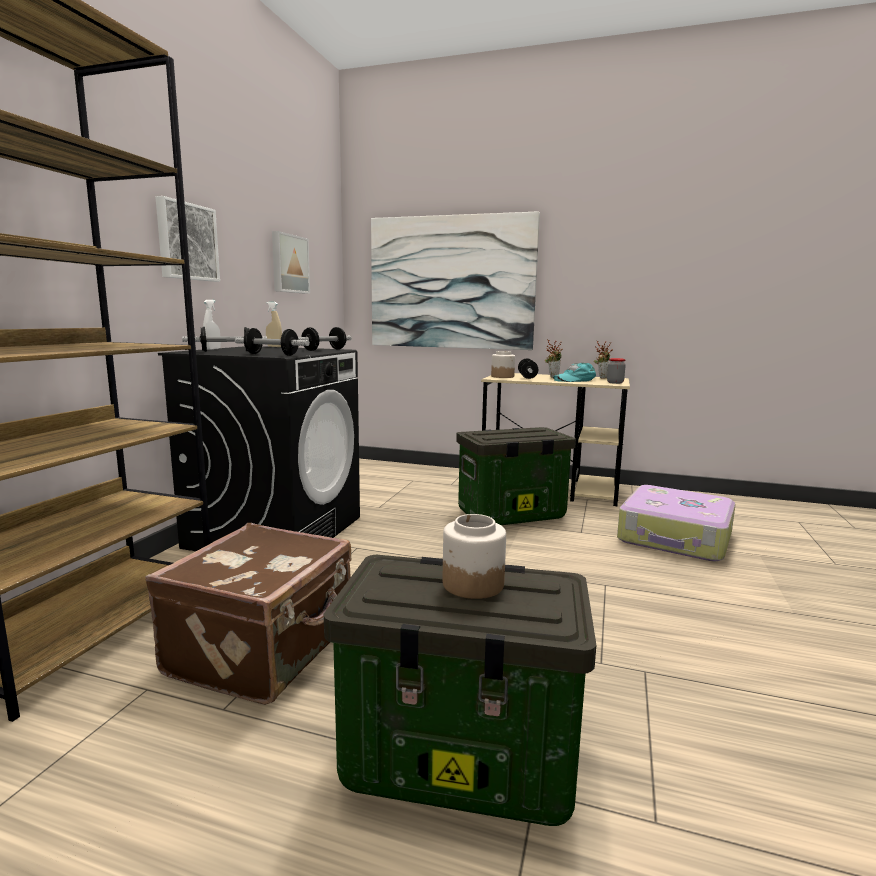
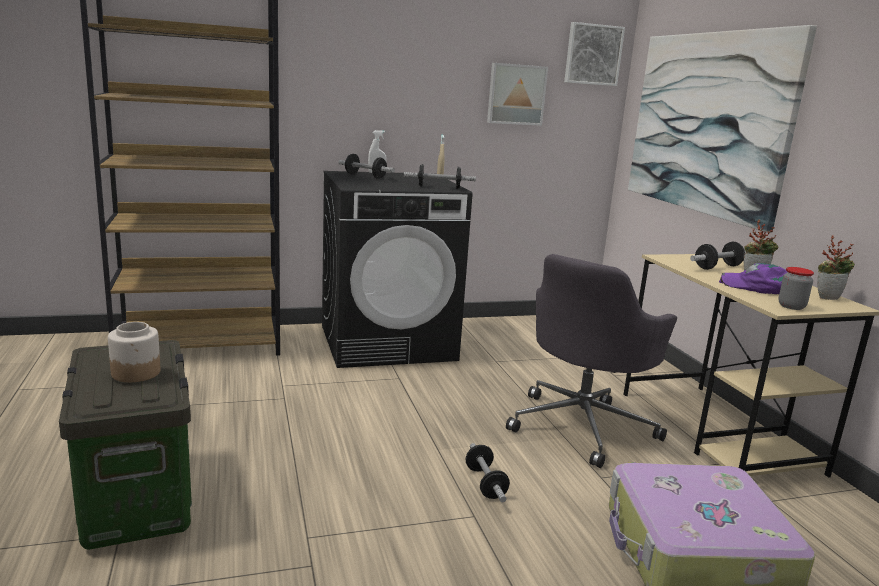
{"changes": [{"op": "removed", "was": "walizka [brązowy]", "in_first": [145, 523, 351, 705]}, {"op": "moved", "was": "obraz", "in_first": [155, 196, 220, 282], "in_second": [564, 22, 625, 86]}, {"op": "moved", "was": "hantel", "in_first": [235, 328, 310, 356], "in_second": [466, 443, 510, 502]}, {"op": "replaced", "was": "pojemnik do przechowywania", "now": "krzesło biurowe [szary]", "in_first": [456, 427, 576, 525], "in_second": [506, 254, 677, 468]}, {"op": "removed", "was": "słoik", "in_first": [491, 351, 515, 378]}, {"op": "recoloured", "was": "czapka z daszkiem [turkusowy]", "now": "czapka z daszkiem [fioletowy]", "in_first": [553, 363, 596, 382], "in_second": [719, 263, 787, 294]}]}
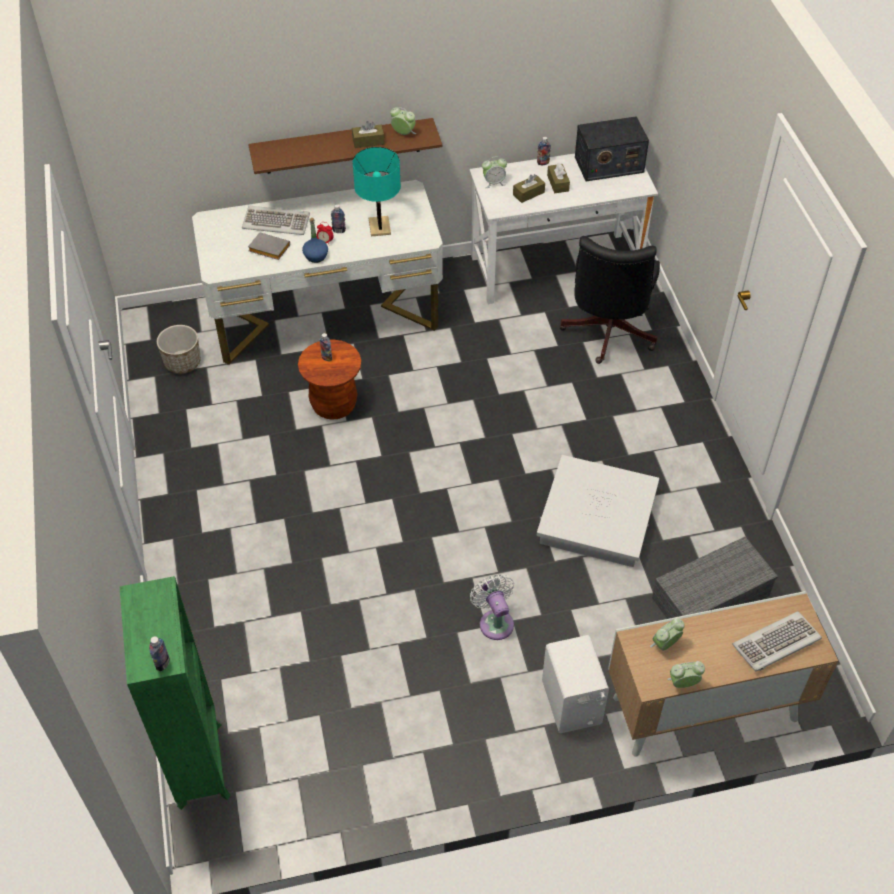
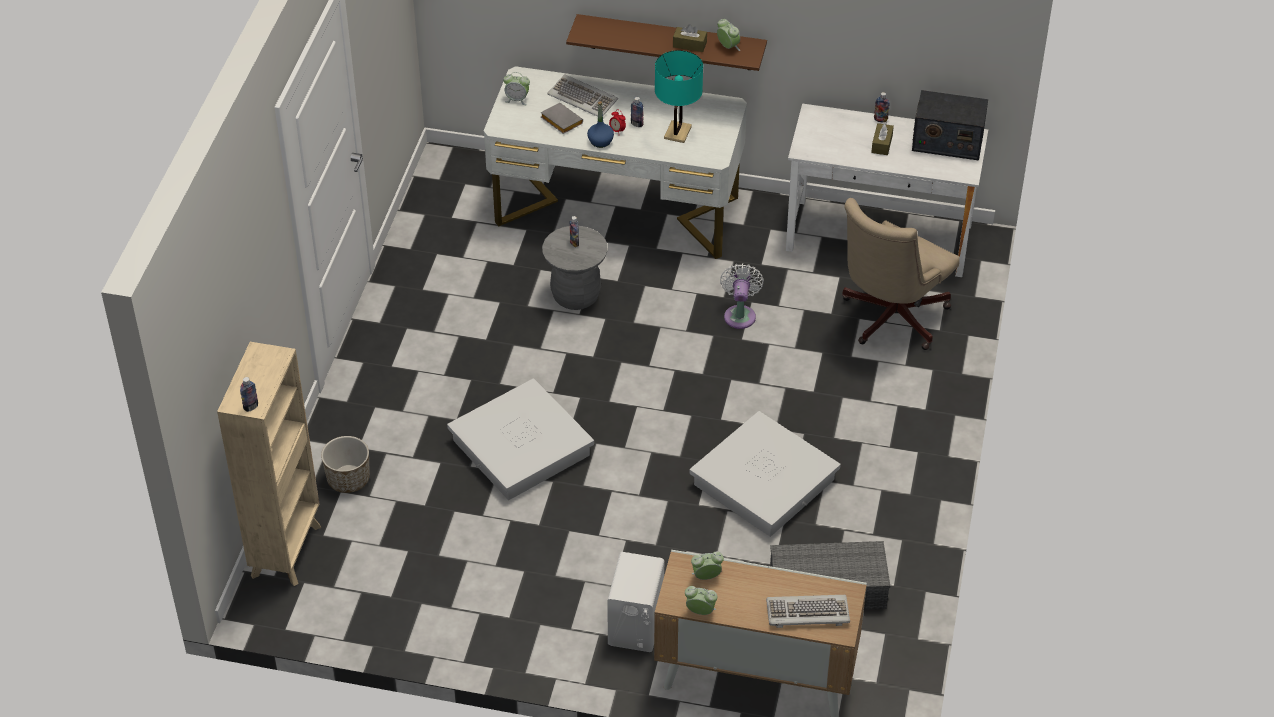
{"changes": [{"op": "recoloured", "was": "regał [zielony]", "now": "regał [beżowy]", "in_first": [120, 576, 231, 810], "in_second": [217, 342, 321, 586]}, {"op": "moved", "was": "donica", "in_first": [157, 325, 201, 374], "in_second": [321, 436, 370, 493]}, {"op": "recoloured", "was": "stołek [brązowy]", "now": "stołek [szary]", "in_first": [298, 339, 361, 420], "in_second": [542, 226, 608, 310]}, {"op": "moved", "was": "wentylator [biały]", "in_first": [470, 574, 514, 640], "in_second": [720, 263, 764, 329]}, {"op": "moved", "was": "budzik", "in_first": [482, 156, 507, 188], "in_second": [503, 72, 530, 105]}, {"op": "removed", "was": "pudełko chusteczek [brązowy]", "in_first": [513, 174, 545, 203]}, {"op": "recoloured", "was": "krzesło biurowe [czarny]", "now": "krzesło biurowe [beżowy]", "in_first": [559, 236, 660, 364], "in_second": [843, 198, 960, 350]}, {"op": "added", "now": "pojemnik do przechowywania [biały]", "in_second": [447, 378, 594, 500]}]}
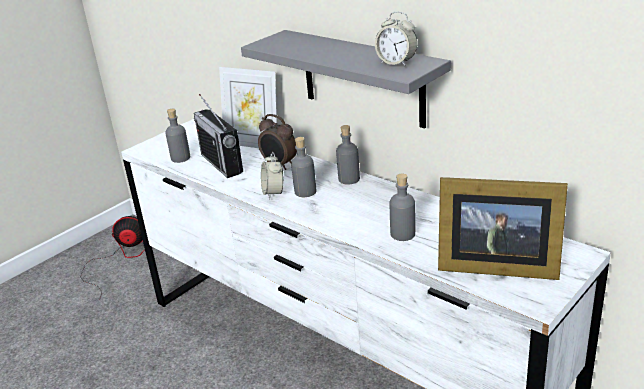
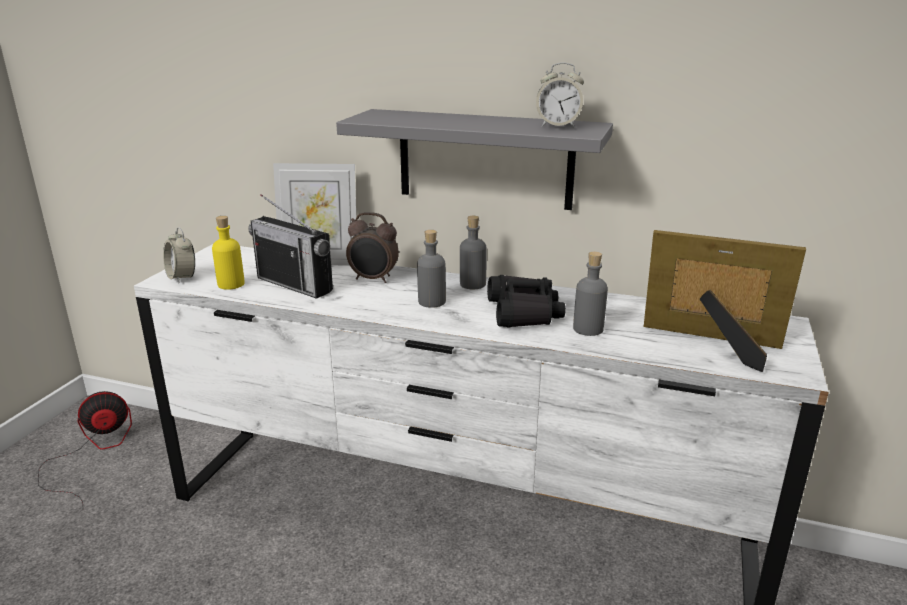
{"changes": [{"op": "recoloured", "was": "butelka [szary]", "now": "butelka [żółty]", "in_first": [165, 109, 190, 163], "in_second": [212, 216, 245, 290]}, {"op": "moved", "was": "budzik", "in_first": [261, 152, 284, 199], "in_second": [163, 227, 195, 283]}, {"op": "turned", "was": "ramka na zdjęcie", "in_first": [438, 177, 568, 280], "in_second": [644, 230, 806, 372], "clockwise": -150}, {"op": "added", "now": "lornetka [czarny]", "in_second": [487, 275, 566, 328]}]}
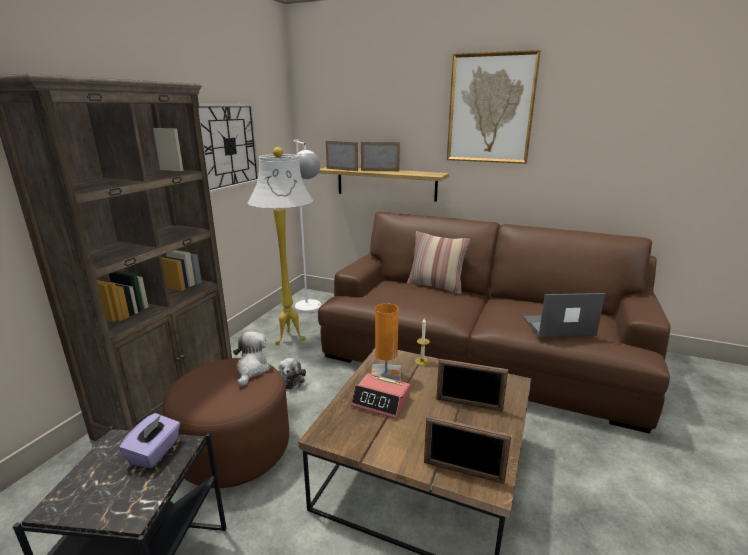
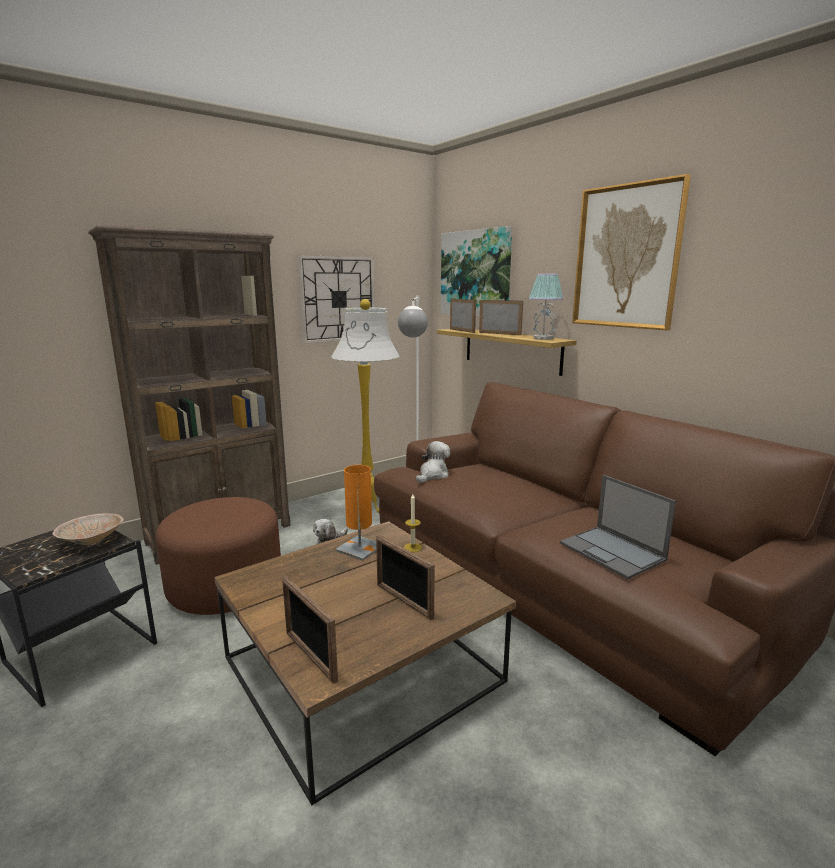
{"changes": [{"op": "replaced", "was": "pudełko chusteczek [fioletowy]", "now": "miska [beżowy]", "in_first": [119, 413, 180, 468], "in_second": [52, 513, 124, 545]}, {"op": "moved", "was": "pluszak", "in_first": [233, 331, 270, 387], "in_second": [416, 441, 450, 483]}, {"op": "removed", "was": "budzik", "in_first": [351, 373, 410, 419]}, {"op": "removed", "was": "poduszka", "in_first": [407, 231, 470, 295]}, {"op": "turned", "was": "laptop", "in_first": [523, 293, 605, 337], "in_second": [560, 475, 676, 579], "clockwise": -150}, {"op": "added", "now": "obraz", "in_second": [441, 226, 512, 317]}, {"op": "added", "now": "lampa stołowa", "in_second": [528, 274, 564, 340]}]}
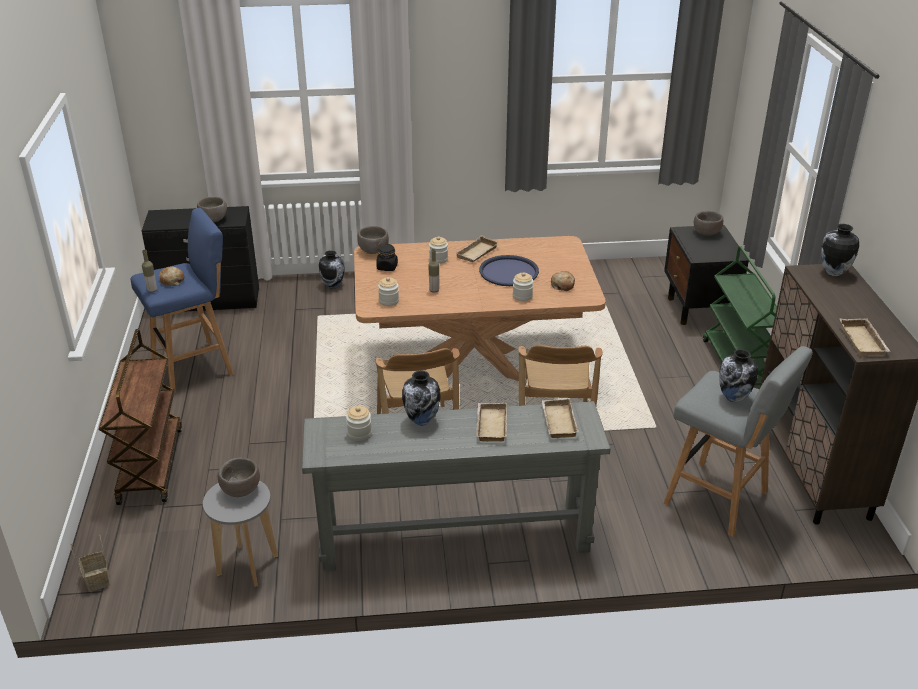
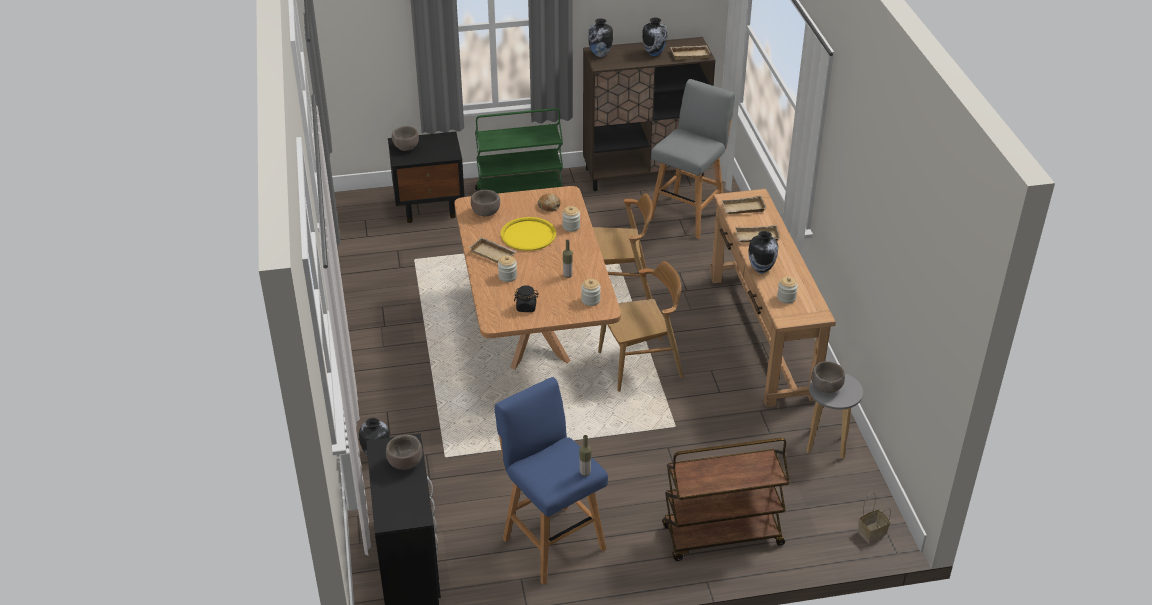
{"changes": [{"op": "removed", "was": "chleb", "in_first": [158, 267, 184, 286]}, {"op": "recoloured", "was": "stolik konsolowy [szary]", "now": "stolik konsolowy [brązowy]", "in_first": [302, 401, 611, 571], "in_second": [710, 189, 836, 407]}, {"op": "moved", "was": "miska [brązowy]", "in_first": [357, 226, 389, 254], "in_second": [471, 190, 500, 217]}, {"op": "recoloured", "was": "taca [niebieski]", "now": "taca [żółty]", "in_first": [479, 255, 539, 286], "in_second": [501, 217, 556, 251]}, {"op": "moved", "was": "wazon", "in_first": [719, 349, 758, 402], "in_second": [642, 18, 668, 56]}]}
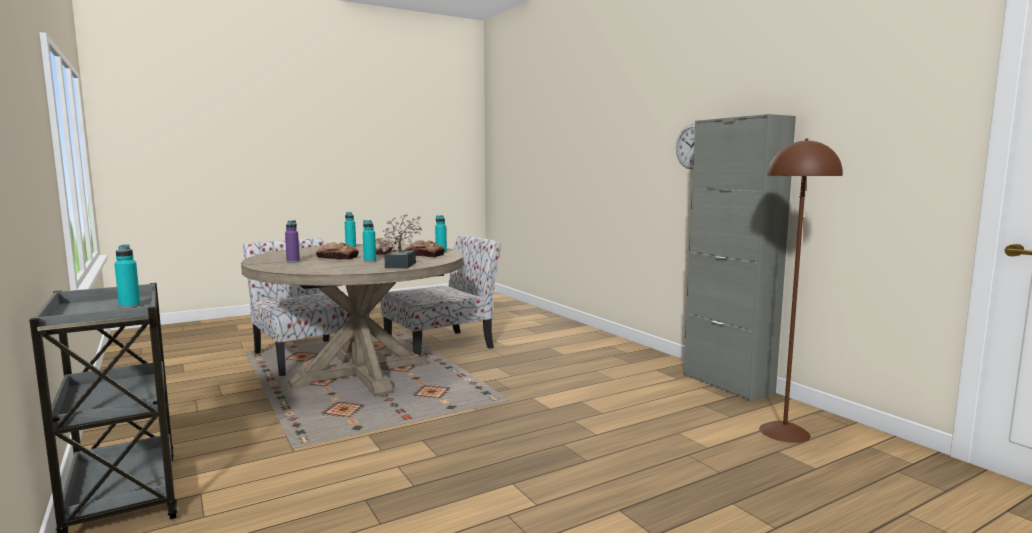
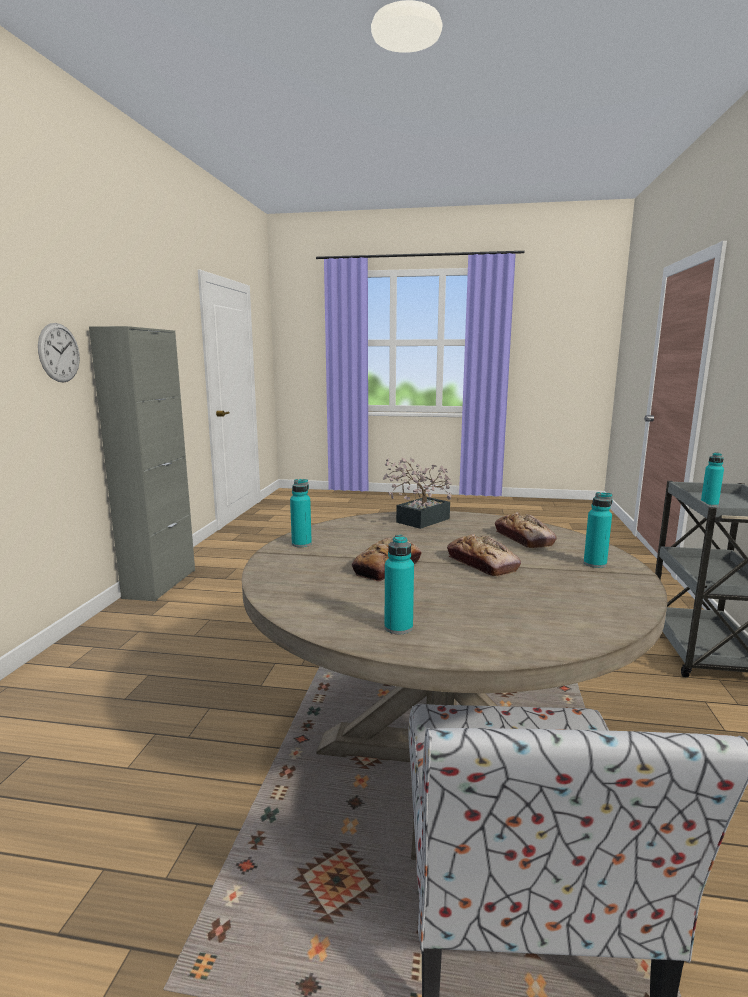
{"changes": [{"op": "removed", "was": "butelka [fioletowy]", "in_first": [285, 220, 300, 263]}, {"op": "moved", "was": "butelka [turkusowy]", "in_first": [363, 220, 376, 262], "in_second": [584, 492, 613, 568]}, {"op": "removed", "was": "krzesło", "in_first": [381, 235, 501, 356]}, {"op": "moved", "was": "chleb", "in_first": [405, 240, 445, 257], "in_second": [495, 512, 557, 548]}, {"op": "removed", "was": "lampa stojąca [brązowy]", "in_first": [759, 139, 843, 443]}]}
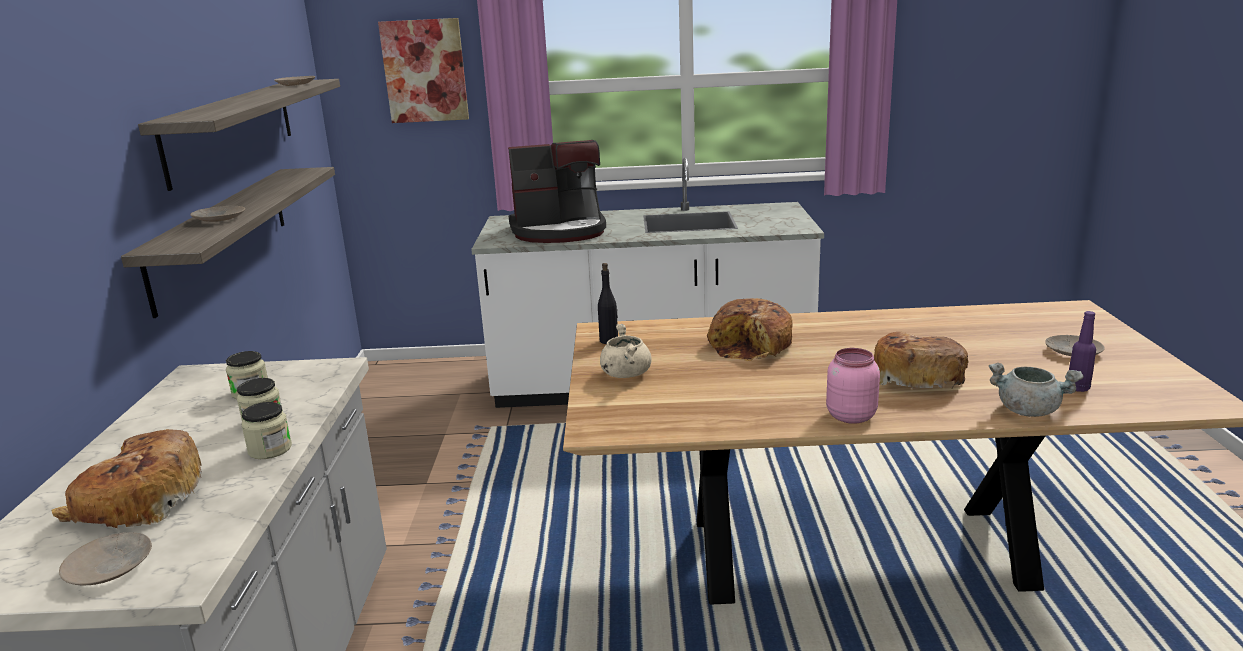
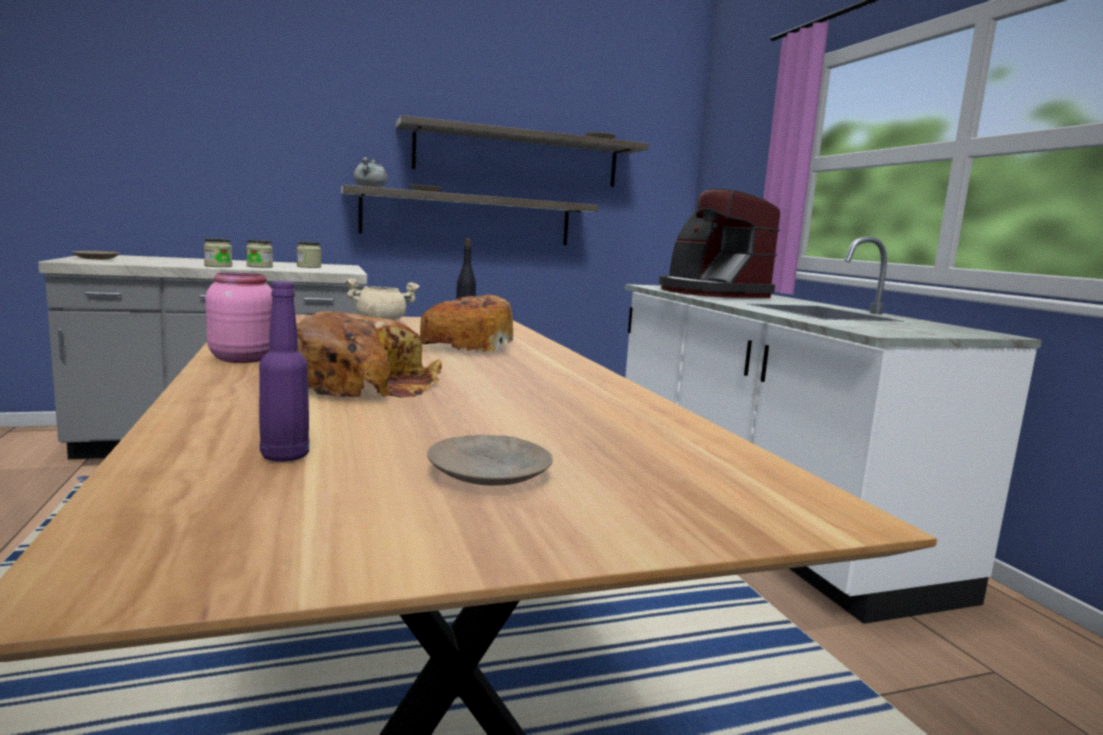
{"changes": [{"op": "removed", "was": "chleb", "in_first": [51, 429, 202, 528]}, {"op": "removed", "was": "obraz", "in_first": [378, 18, 469, 123]}, {"op": "moved", "was": "garnek [szary]", "in_first": [989, 363, 1084, 417], "in_second": [353, 157, 387, 187]}]}
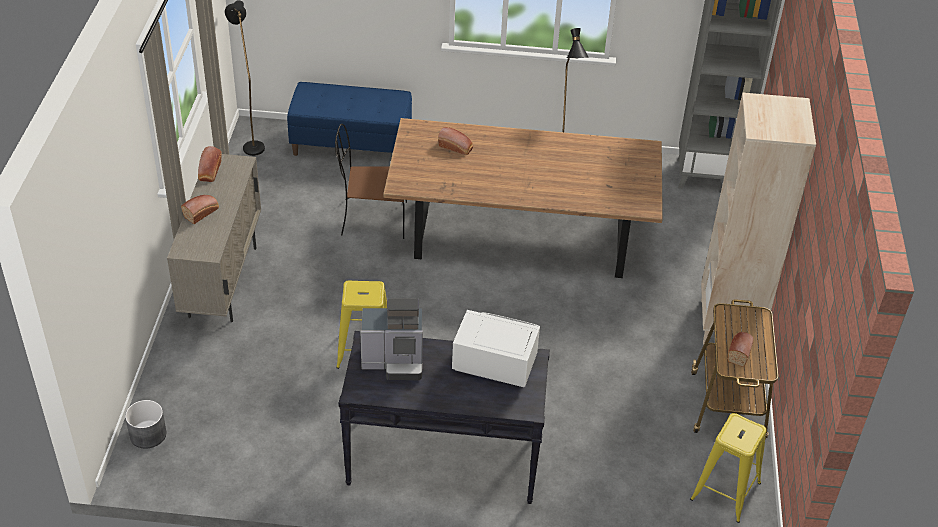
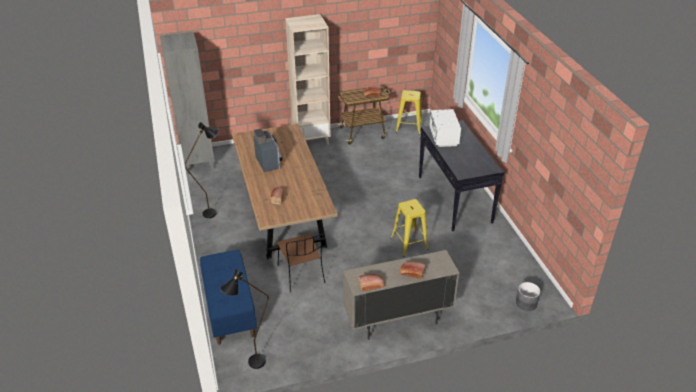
{"changes": [{"op": "moved", "was": "ekspres do kawy", "in_first": [360, 298, 423, 380], "in_second": [253, 129, 282, 172]}]}
